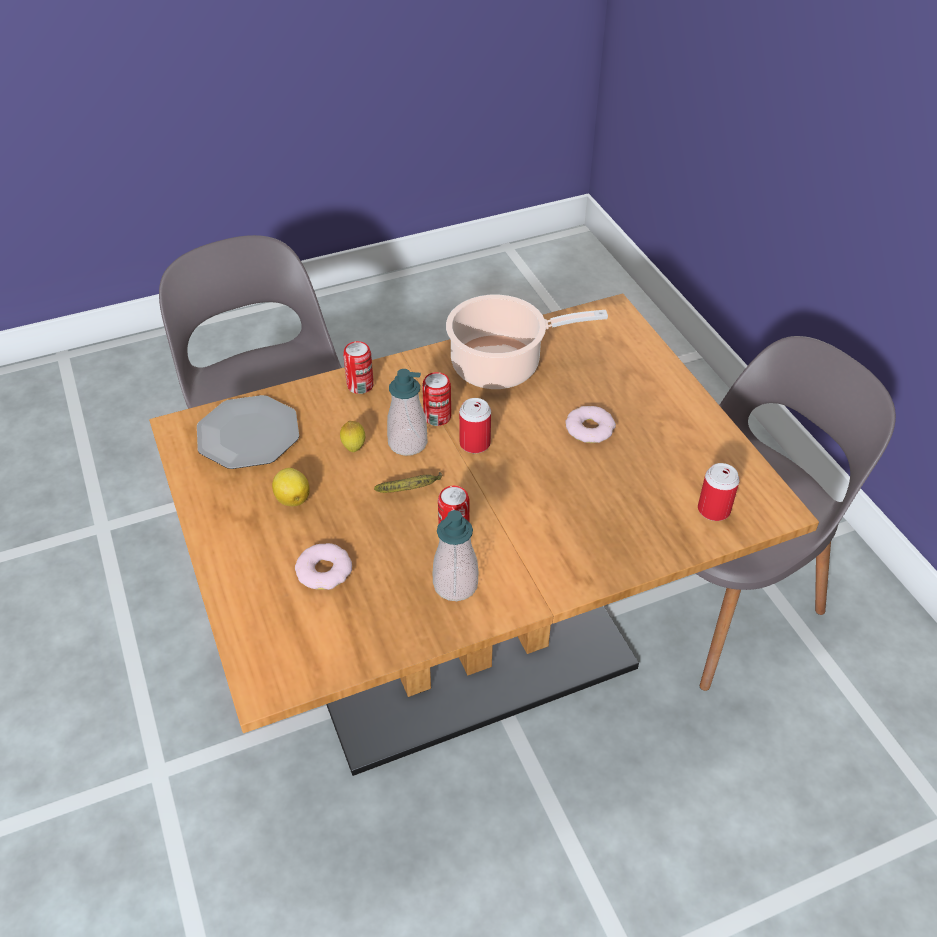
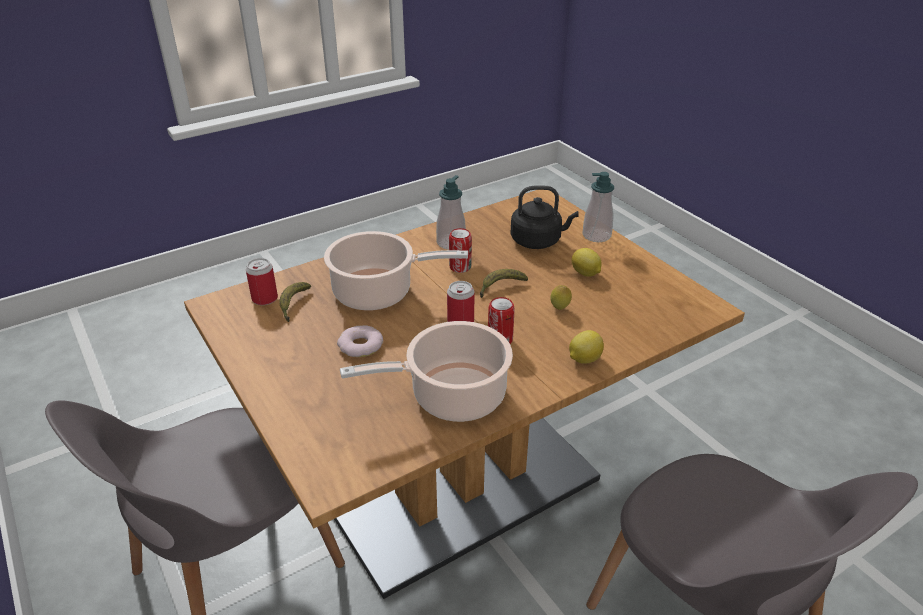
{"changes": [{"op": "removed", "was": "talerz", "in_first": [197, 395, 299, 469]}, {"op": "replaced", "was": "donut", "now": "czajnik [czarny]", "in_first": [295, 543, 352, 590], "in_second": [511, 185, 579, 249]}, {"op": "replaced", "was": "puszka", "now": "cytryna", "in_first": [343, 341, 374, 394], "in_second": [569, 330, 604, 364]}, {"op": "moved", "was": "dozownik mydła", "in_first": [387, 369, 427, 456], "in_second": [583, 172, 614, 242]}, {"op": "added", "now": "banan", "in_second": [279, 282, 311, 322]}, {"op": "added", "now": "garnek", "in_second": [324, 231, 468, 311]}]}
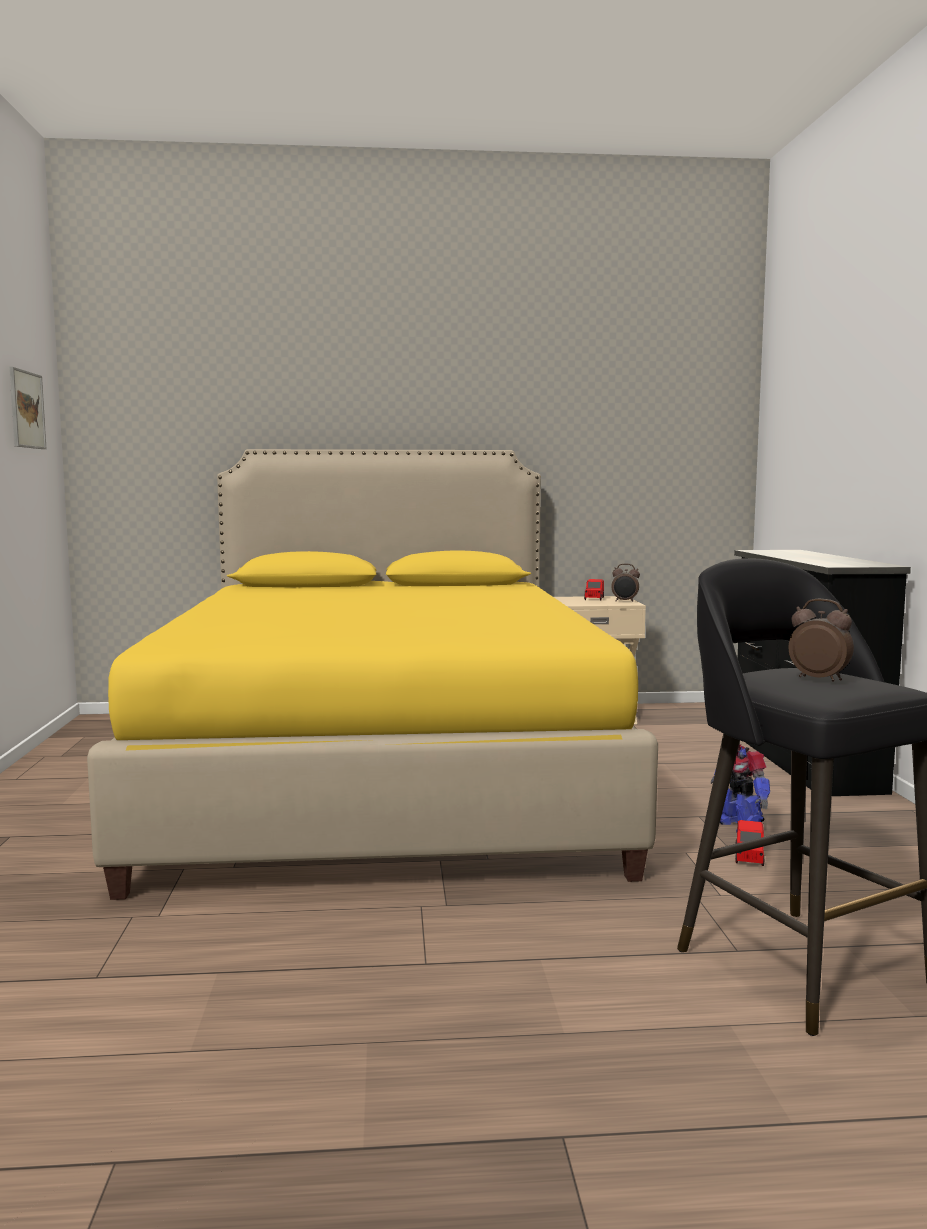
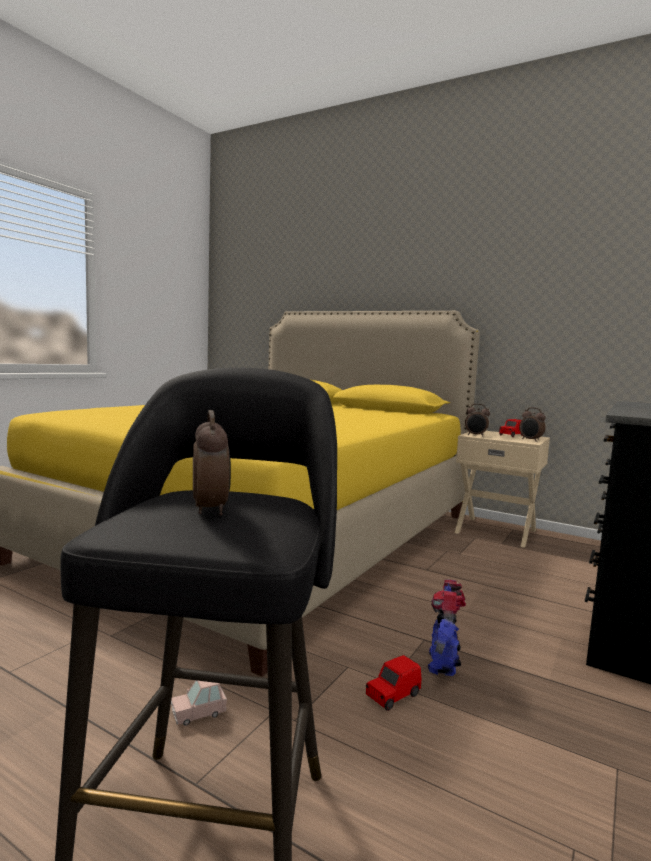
{"changes": [{"op": "removed", "was": "obraz", "in_first": [9, 367, 46, 449]}, {"op": "added", "now": "samochodzik [różowy]", "in_second": [171, 680, 227, 726]}, {"op": "added", "now": "budzik", "in_second": [465, 404, 490, 437]}]}
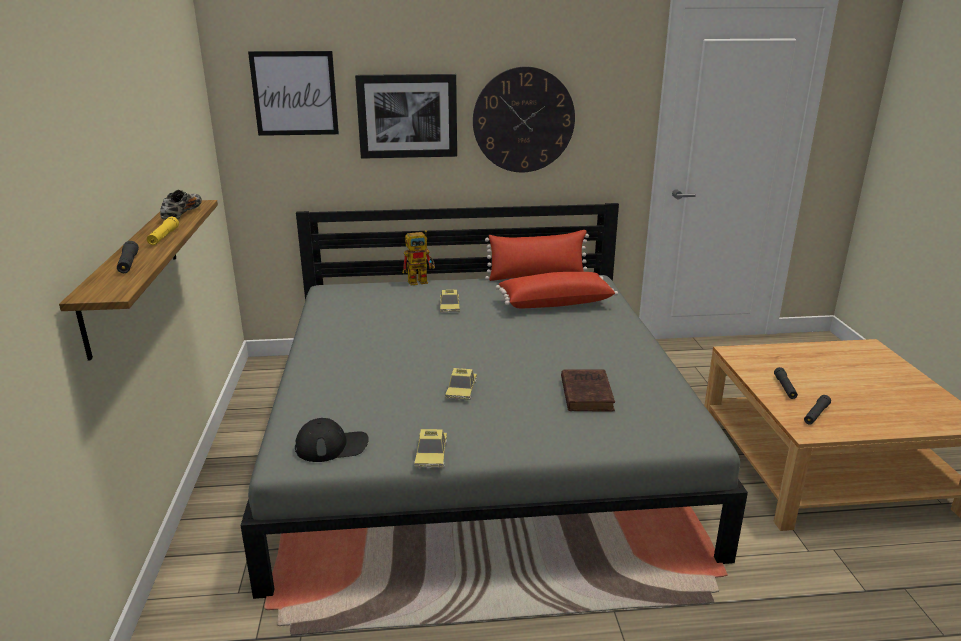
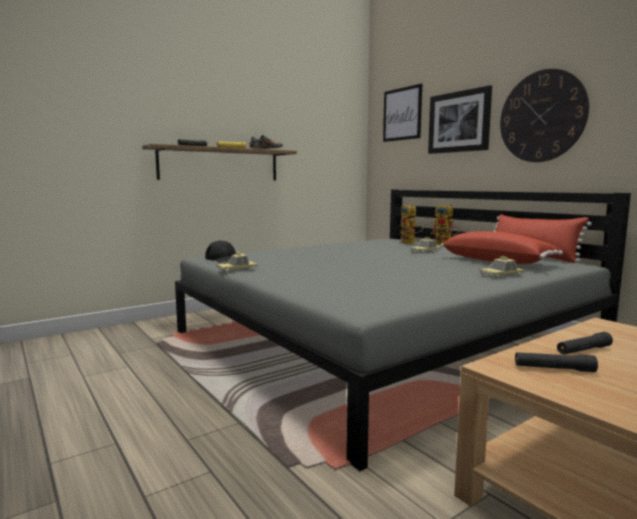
{"changes": [{"op": "moved", "was": "samochodzik", "in_first": [445, 368, 477, 400], "in_second": [480, 256, 524, 278]}, {"op": "removed", "was": "książka [brązowy]", "in_first": [561, 369, 615, 412]}, {"op": "added", "now": "robot zabawkowy", "in_second": [400, 204, 423, 244]}]}
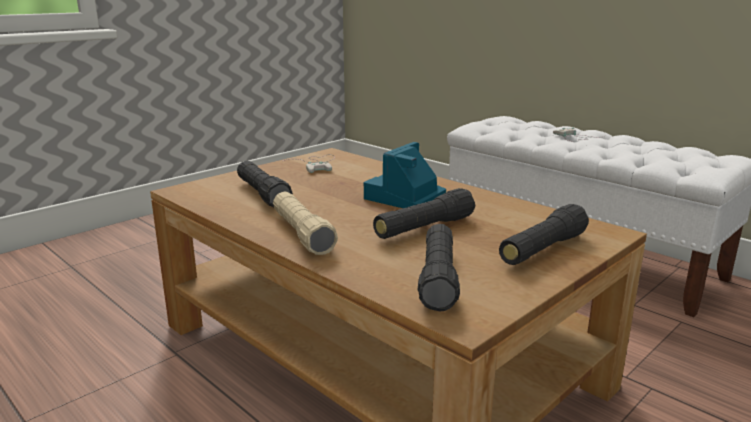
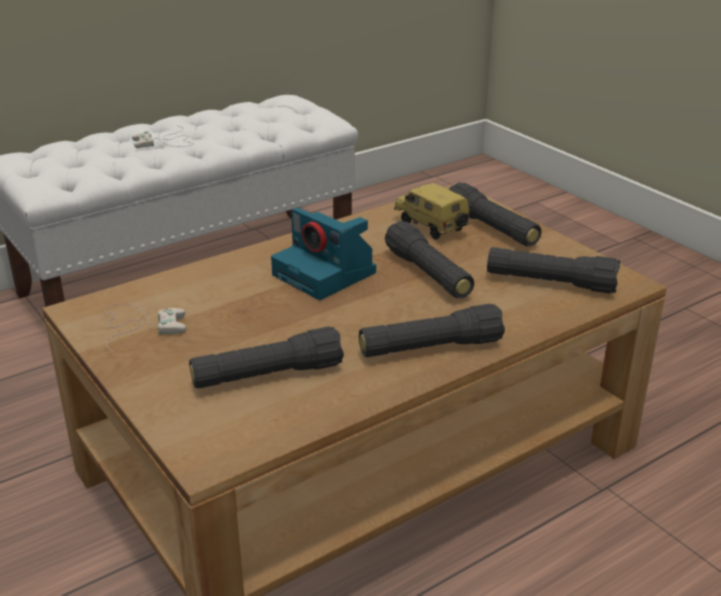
{"changes": [{"op": "recoloured", "was": "latarka [beżowy]", "now": "latarka [czarny]", "in_first": [273, 192, 338, 255], "in_second": [359, 303, 505, 357]}, {"op": "added", "now": "samochodzik", "in_second": [394, 183, 470, 240]}]}
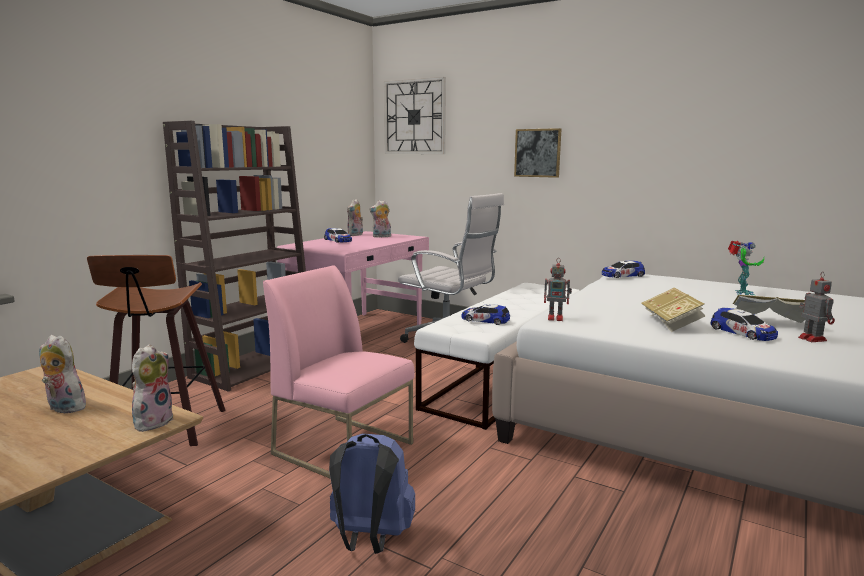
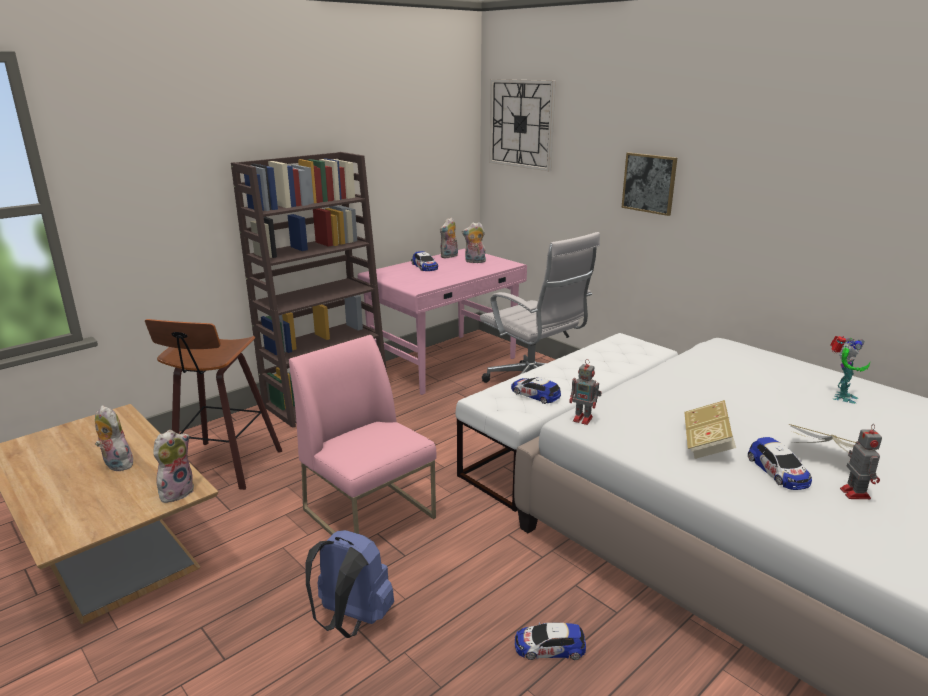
{"changes": [{"op": "moved", "was": "samochodzik", "in_first": [602, 261, 645, 278], "in_second": [515, 622, 586, 660]}]}
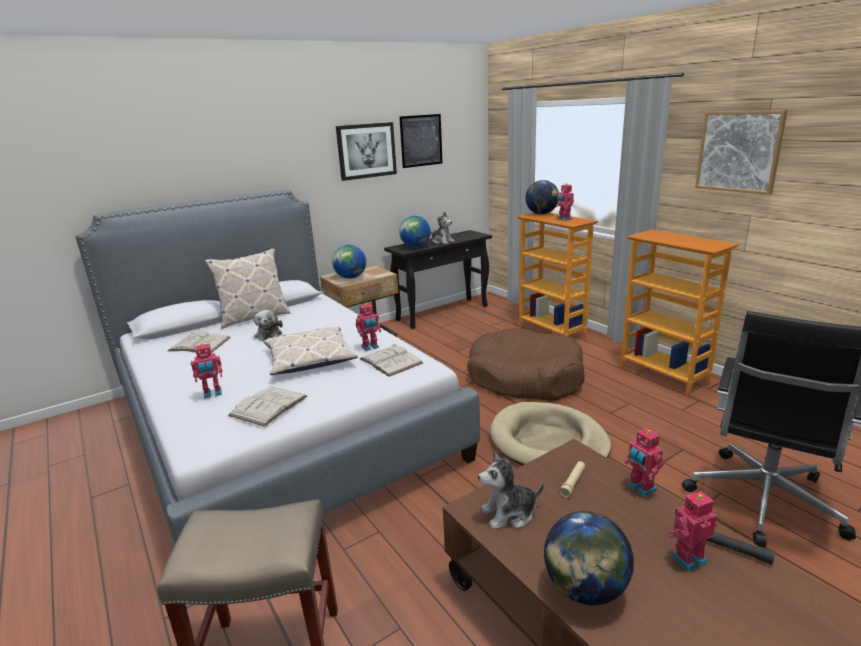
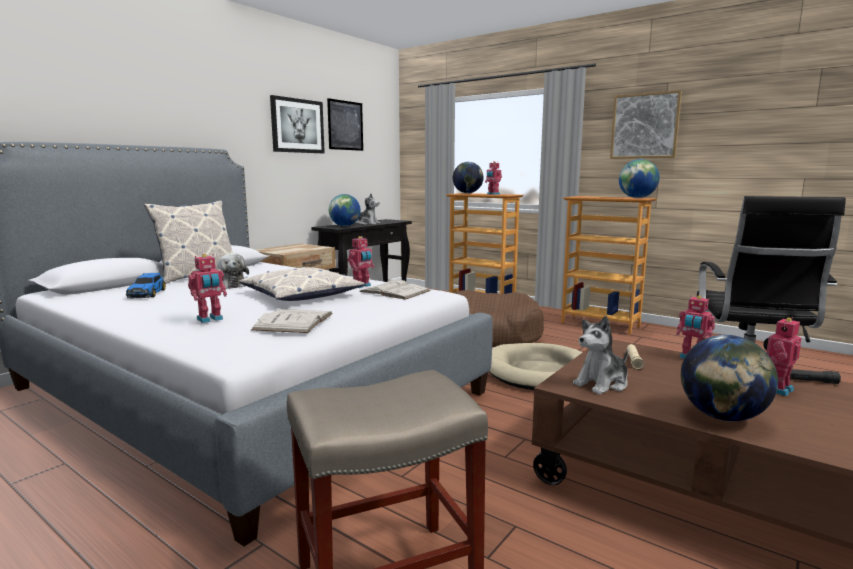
{"changes": [{"op": "replaced", "was": "książka [biały]", "now": "samochodzik", "in_first": [168, 332, 231, 353], "in_second": [126, 273, 166, 298]}, {"op": "moved", "was": "globus", "in_first": [332, 245, 366, 279], "in_second": [619, 159, 660, 198]}]}
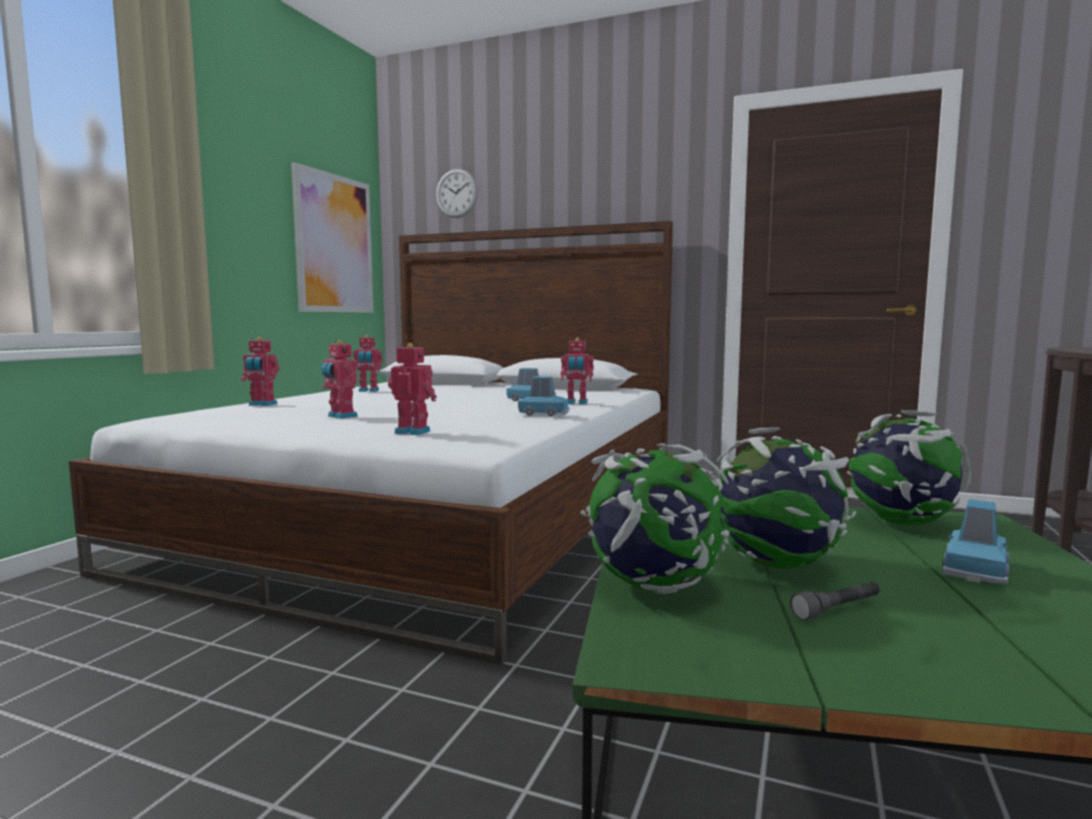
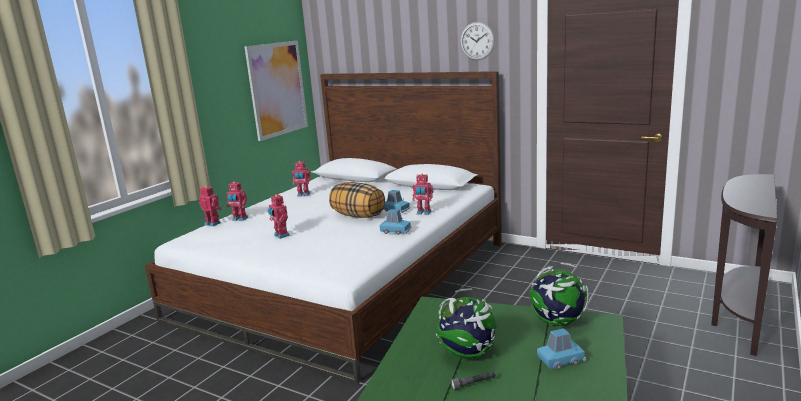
{"changes": [{"op": "moved", "was": "robot zabawkowy", "in_first": [388, 343, 437, 435], "in_second": [199, 186, 222, 226]}, {"op": "moved", "was": "zegar ścienny", "in_first": [436, 169, 478, 218], "in_second": [460, 22, 495, 60]}, {"op": "removed", "was": "globus", "in_first": [581, 443, 729, 594]}, {"op": "turned", "was": "samochodzik [niebieski]", "in_first": [942, 499, 1009, 584], "in_second": [537, 328, 586, 370], "clockwise": -150}, {"op": "added", "now": "poduszka", "in_second": [329, 182, 385, 218]}]}
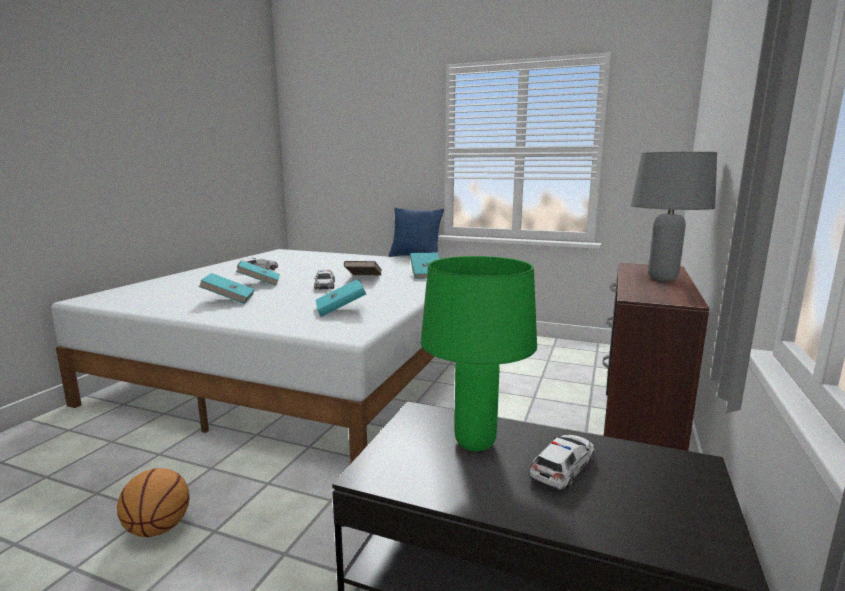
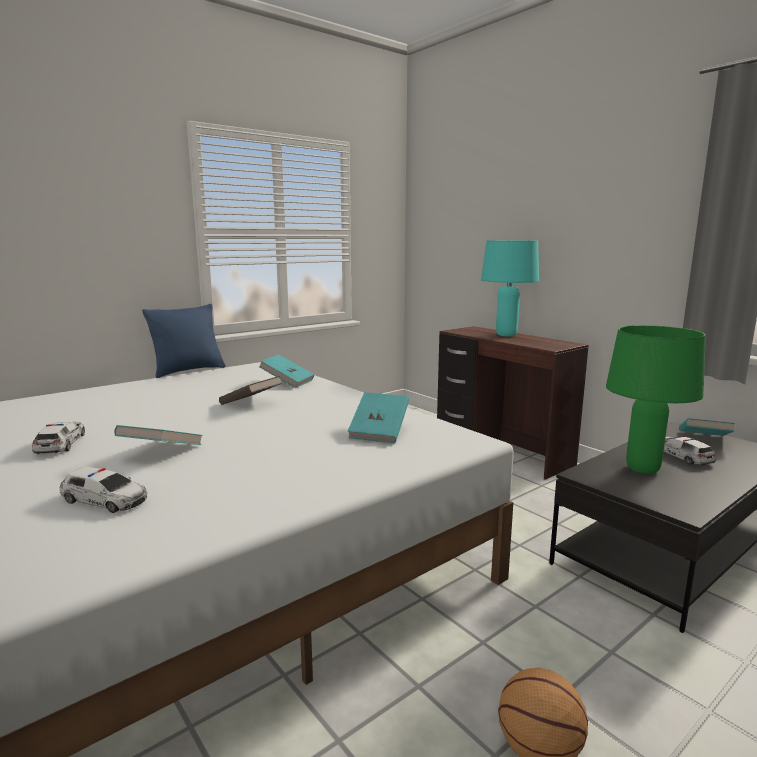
{"changes": [{"op": "moved", "was": "książka [turkusowy]", "in_first": [198, 273, 255, 304], "in_second": [679, 418, 735, 436]}, {"op": "moved", "was": "samochodzik", "in_first": [314, 269, 335, 289], "in_second": [59, 467, 147, 513]}, {"op": "recoloured", "was": "lampa stołowa [szary]", "now": "lampa stołowa [turkusowy]", "in_first": [631, 152, 717, 281], "in_second": [481, 240, 539, 337]}]}
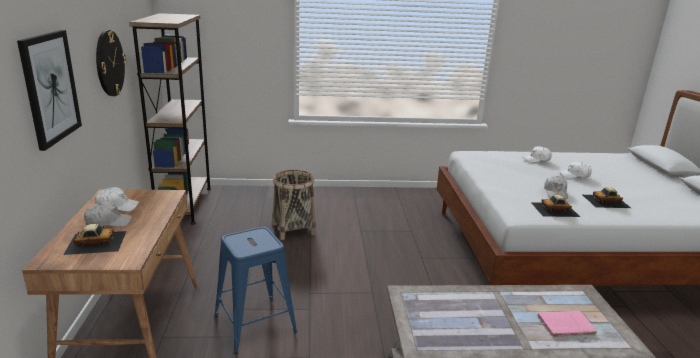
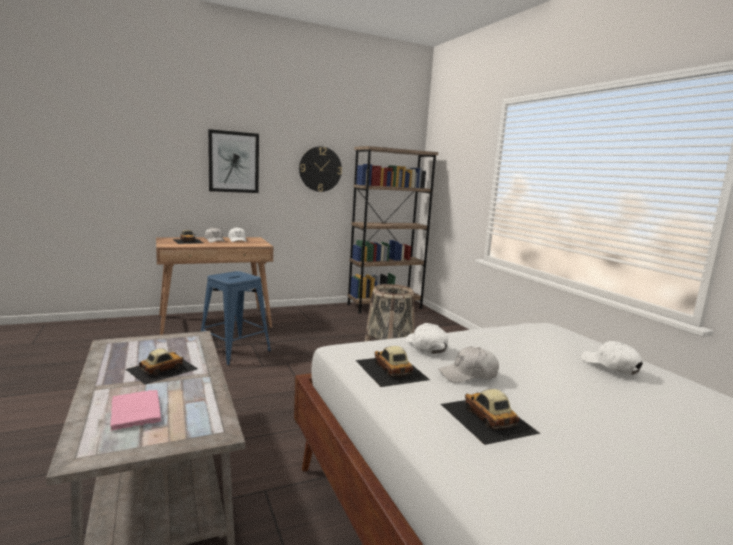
{"changes": [{"op": "moved", "was": "czapka z daszkiem [biały]", "in_first": [559, 161, 592, 178], "in_second": [405, 323, 448, 354]}, {"op": "added", "now": "samochodzik", "in_second": [126, 348, 198, 385]}]}
